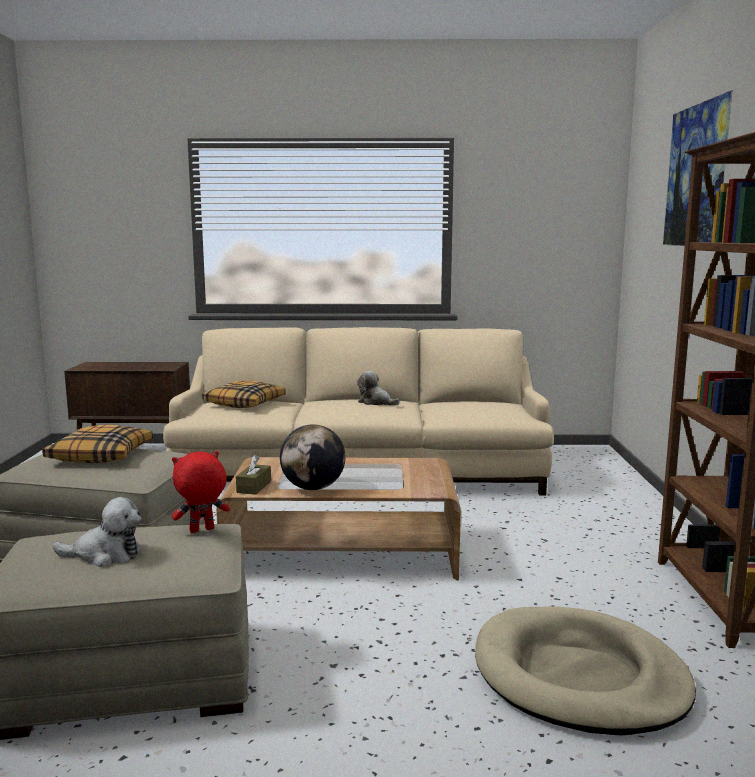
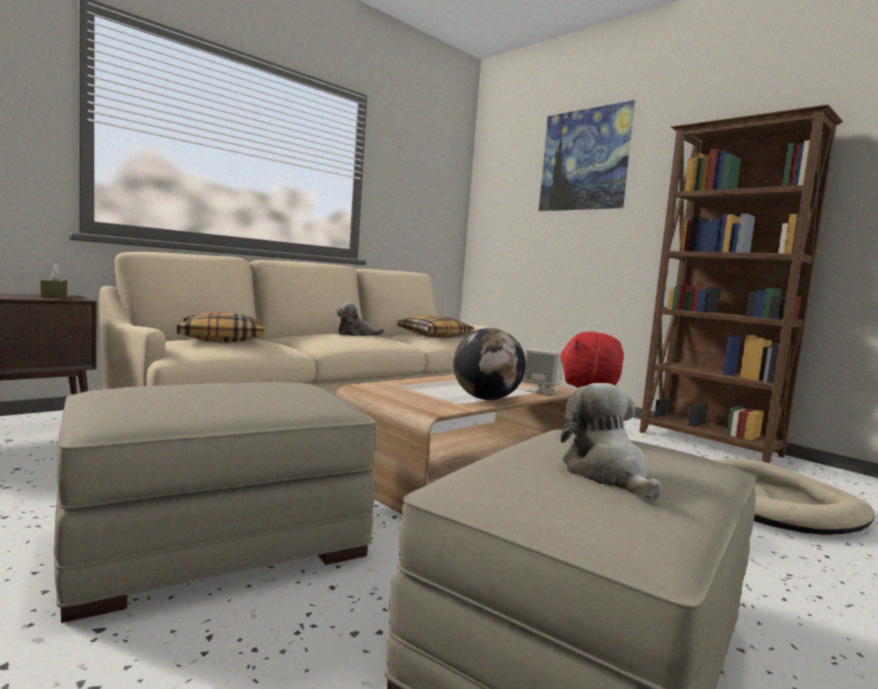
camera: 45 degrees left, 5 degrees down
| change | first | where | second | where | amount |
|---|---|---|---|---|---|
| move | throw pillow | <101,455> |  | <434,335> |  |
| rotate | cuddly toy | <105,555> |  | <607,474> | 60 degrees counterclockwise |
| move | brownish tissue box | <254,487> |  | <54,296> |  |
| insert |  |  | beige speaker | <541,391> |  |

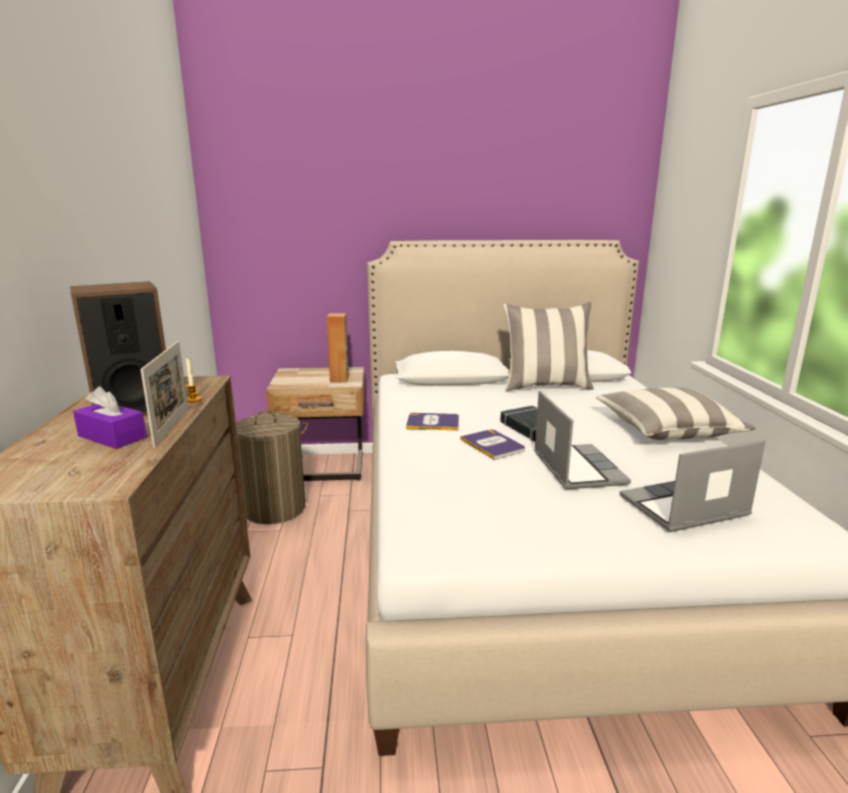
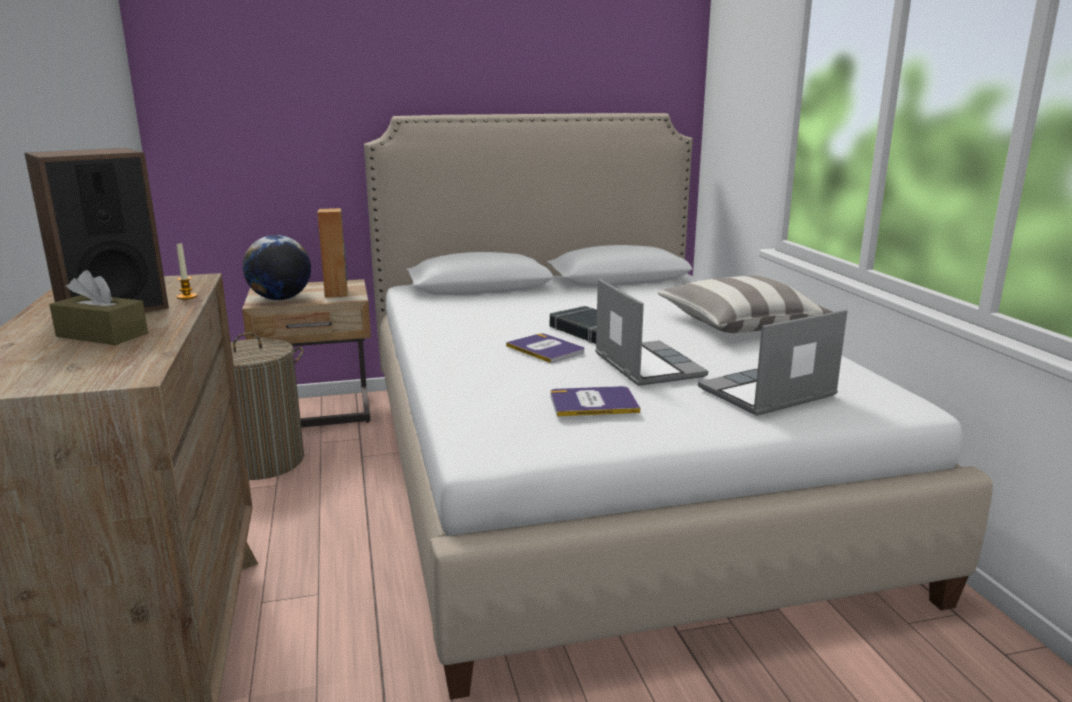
camera: 10 degrees left, 0 degrees up
| change | first | where | second | where | amount |
|---|---|---|---|---|---|
| recolor | purplish tissue box | <112,437> | brownish tissue box | <102,335> |  |
| delete | standing frame | <172,426> |  |  |  |
| move | bound book | <433,422> |  | <593,403> |  |
| delete | throw pillow | <545,386> |  |  |  |
| insert |  |  | globe | <280,299> |  |

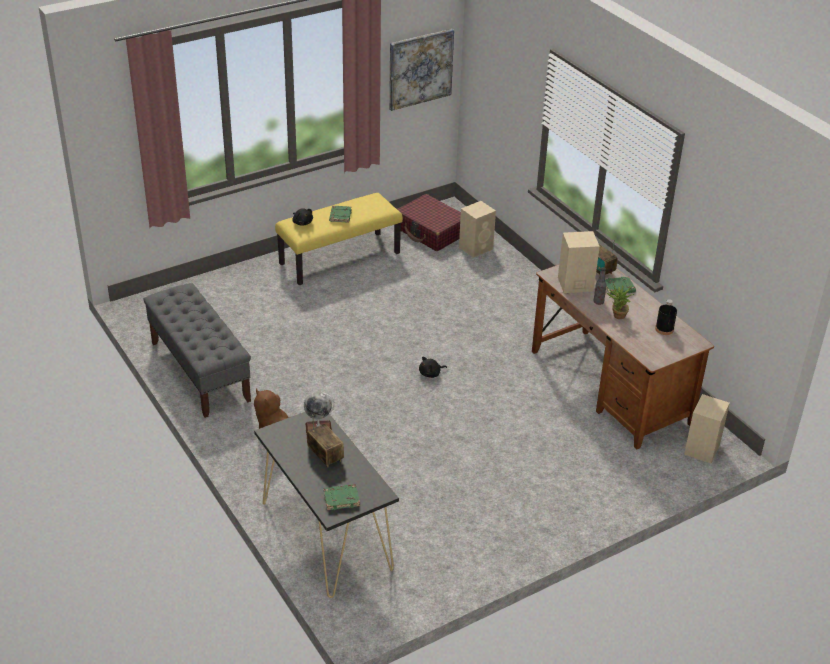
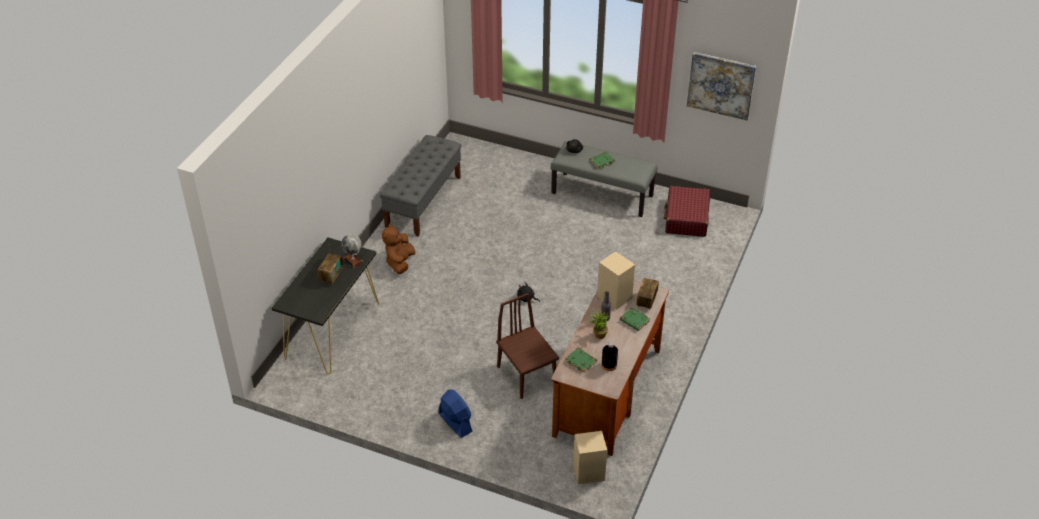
camera: 55 degrees right, 5 degrees up
| change | first | where | second | where | amount |
|---|---|---|---|---|---|
| recolor | yellow long seat | <340,258> | gray long seat | <602,194> |  |
| move | green-coloured bound book | <341,499> |  | <581,361> |  |
| delete | beige speaker | <476,248> |  |  |  |
| insert |  |  | blue cooling fan | <455,422> |  |
| insert |  |  | brownish chair | <527,375> |  |

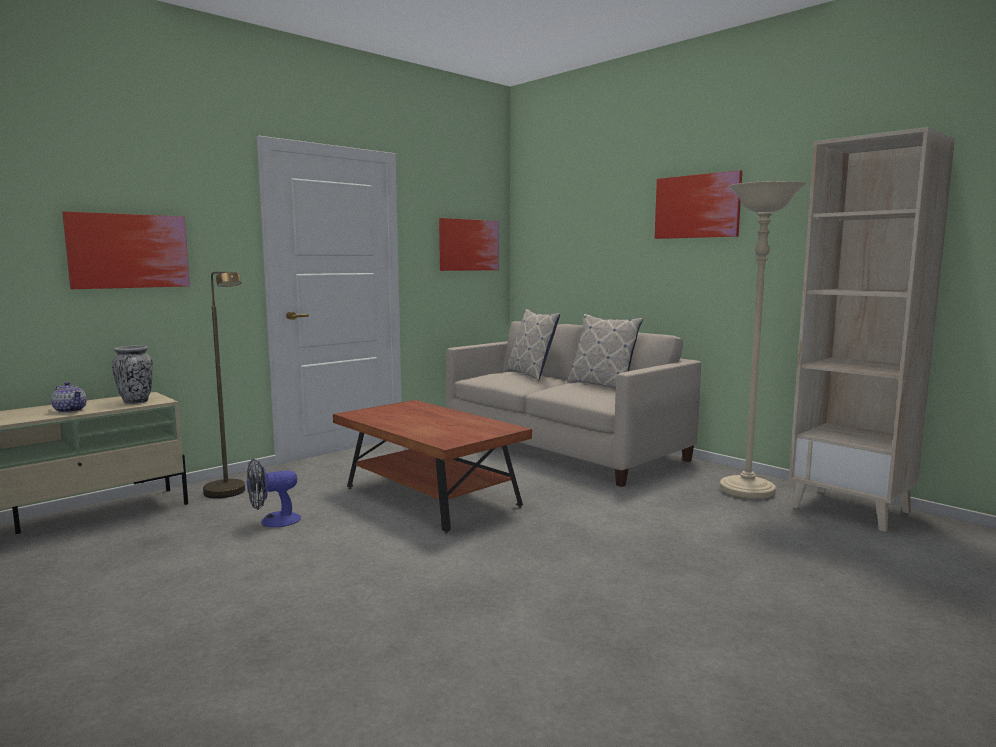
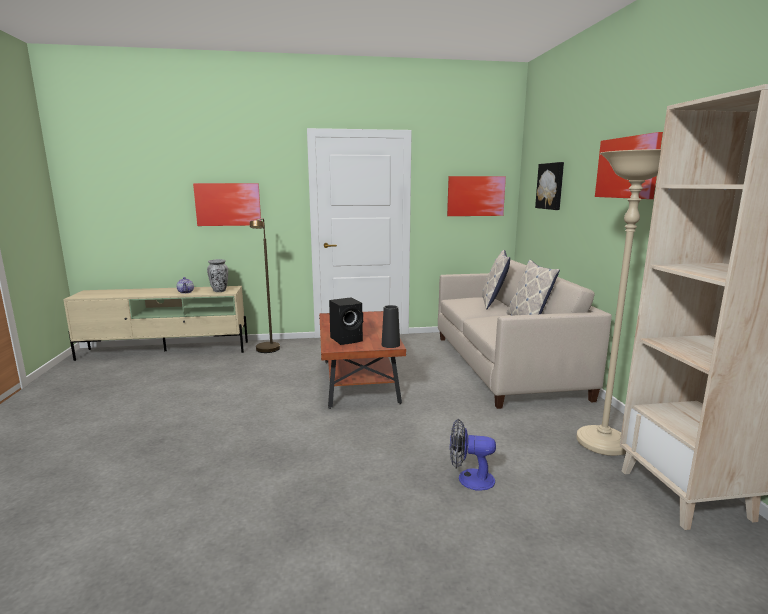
camera: 35 degrees right, 5 degrees up
| change | first | where | second | where | amount |
|---|---|---|---|---|---|
| move | cooling fan | <273,521> |  | <469,479> |  |
| insert |  |  | black speaker | <347,339> |  |
| insert |  |  | black flower vase | <390,345> |  |
| insert |  |  | picture | <551,186> |  |

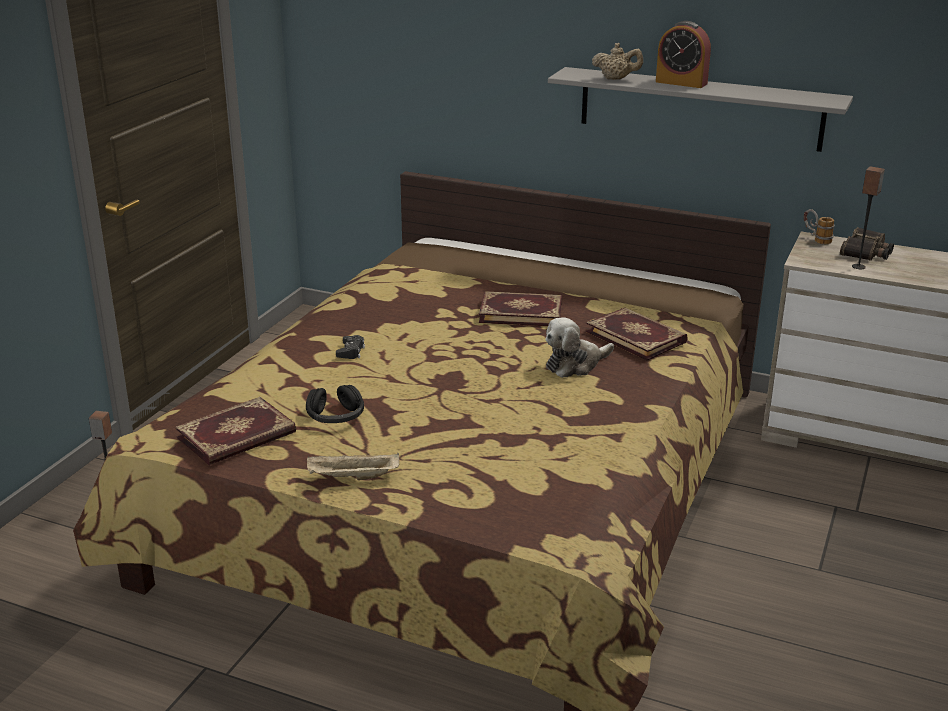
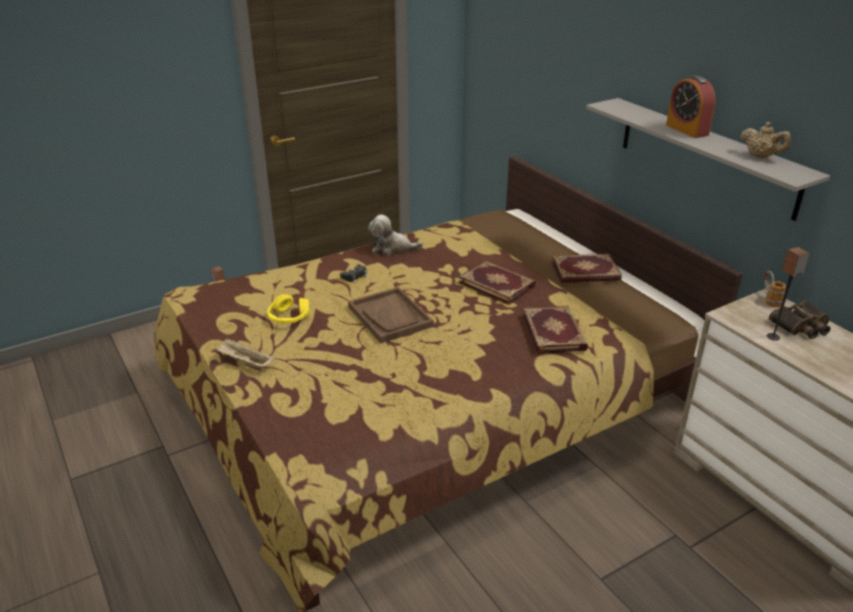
camera: 35 degrees right, 5 degrees up
| change | first | where | second | where | amount |
|---|---|---|---|---|---|
| move | bound book | <237,436> |  | <585,272> |  |
| recolor | black headset | <336,417> | yellow headset | <288,318> |  |
| move | cuddly toy | <575,364> |  | <392,248> |  |
| move | beige pot for tea | <616,79> |  | <761,156> |  |
| insert |  |  | brownish carrying tray | <390,317> |  |

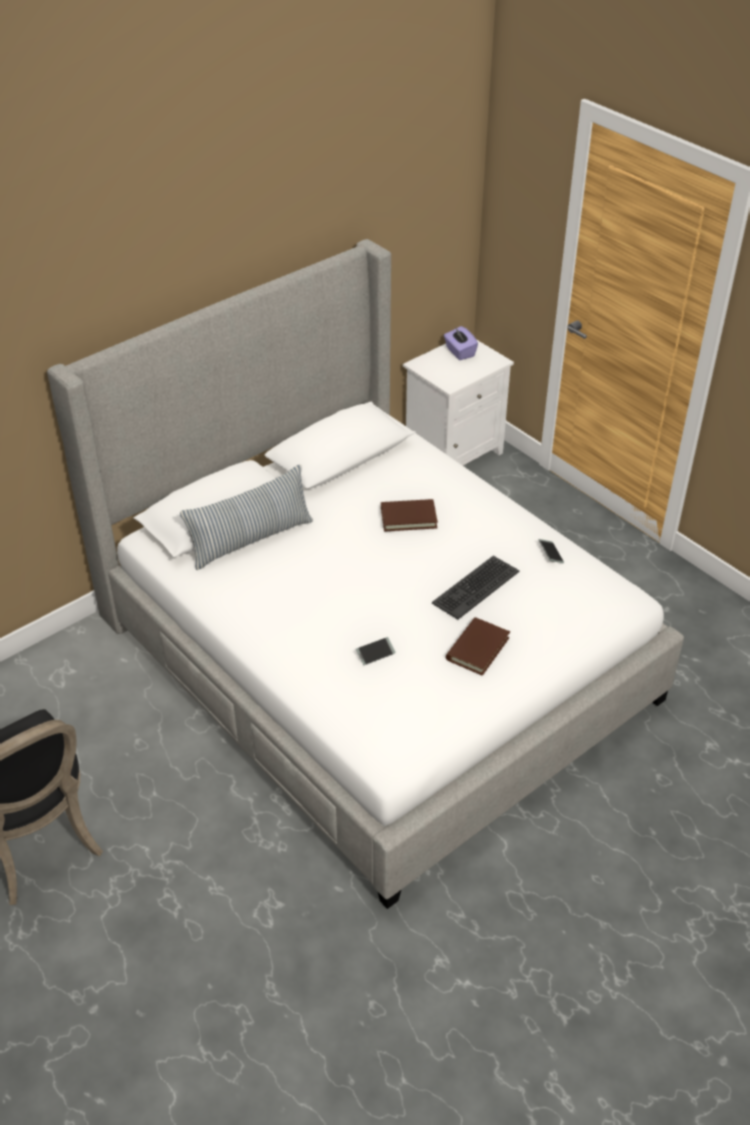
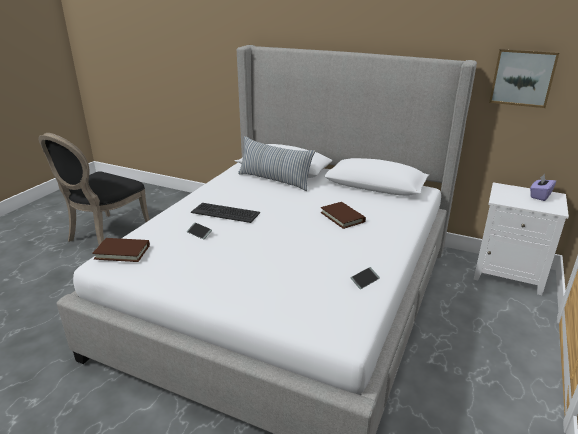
camera: 65 degrees right, 15 degrees down
| change | first | where | second | where | amount |
|---|---|---|---|---|---|
| move | computer keyboard | <475,587> |  | <225,213> |  |
| move | brownish bound book | <477,648> |  | <122,252> |  |
| insert |  |  | picture | <522,77> |  |

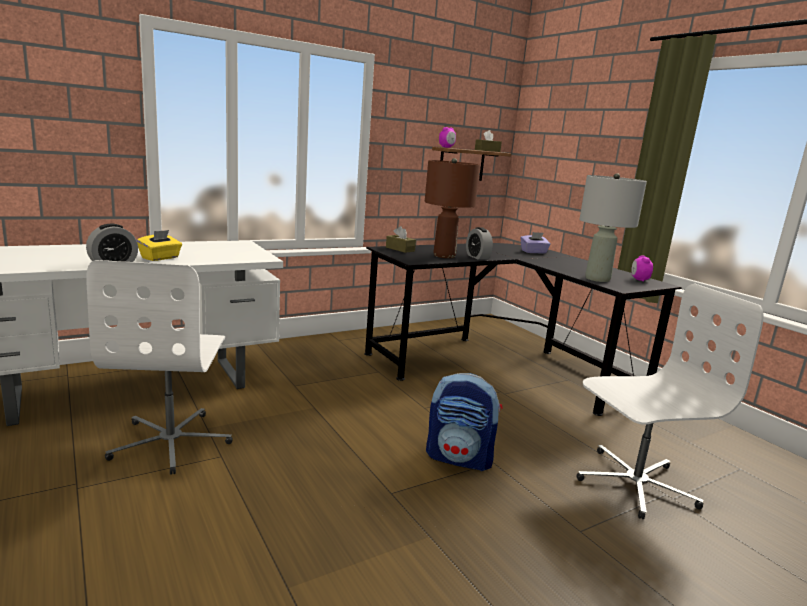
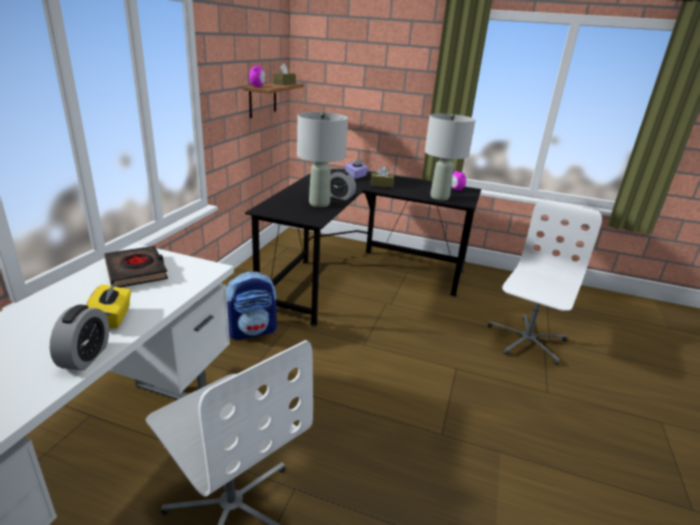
camera: 40 degrees left, 10 degrees up
| change | first | where | second | where | amount |
|---|---|---|---|---|---|
| move | brownish tissue box | <400,249> |  | <381,185> |  |
| recolor | brownish table lamp | <443,256> | gray table lamp | <319,204> |  |
| move | rucksack | <460,458> |  | <252,331> |  |
| insert |  |  | black bound book | <136,271> |  |

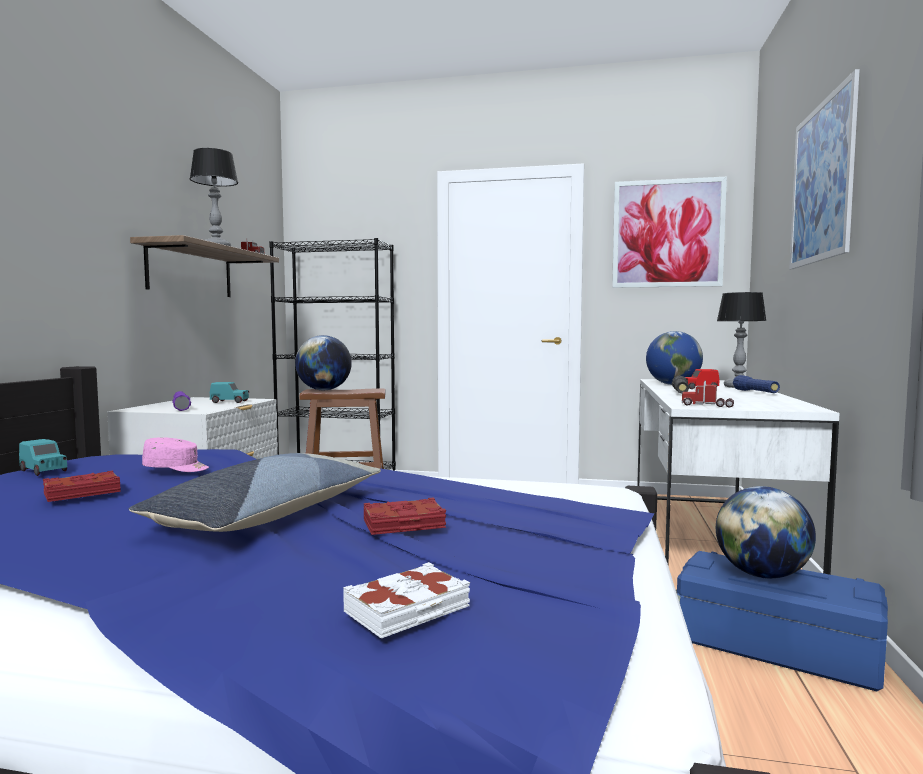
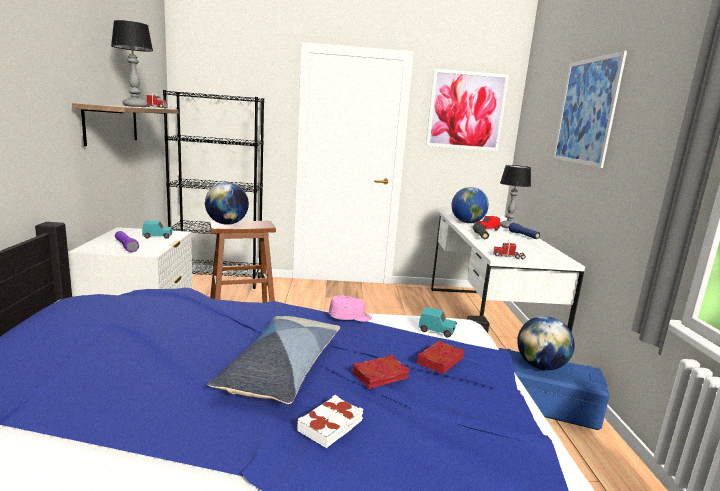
camera: 15 degrees left, 10 degrees up
| change | first | where | second | where | amount |
|---|---|---|---|---|---|
| move | blue-green miniature car | <43,471> |  | <436,331> |  |
| move | red bound book | <82,492> |  | <439,361> |  |
| move | pinkish peaked cap | <176,468> |  | <350,317> |  |
| move | whitish bound book | <408,610> |  | <331,426> |  |

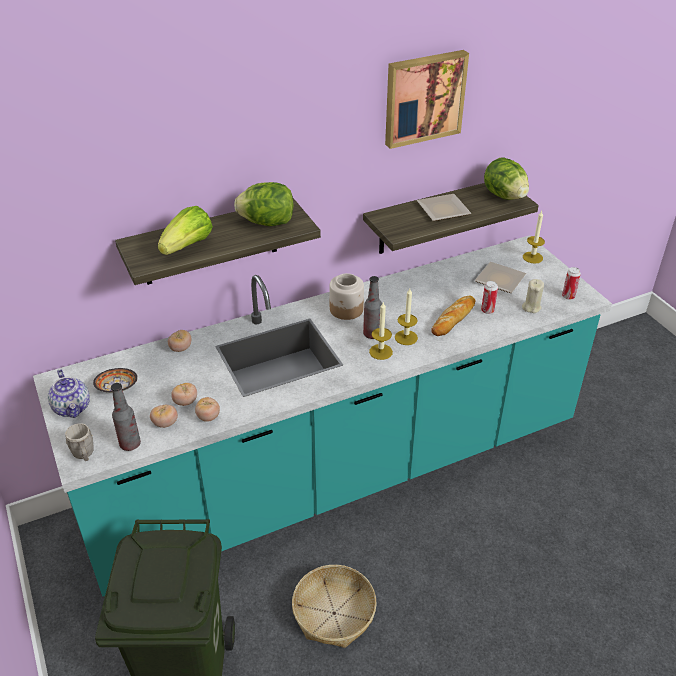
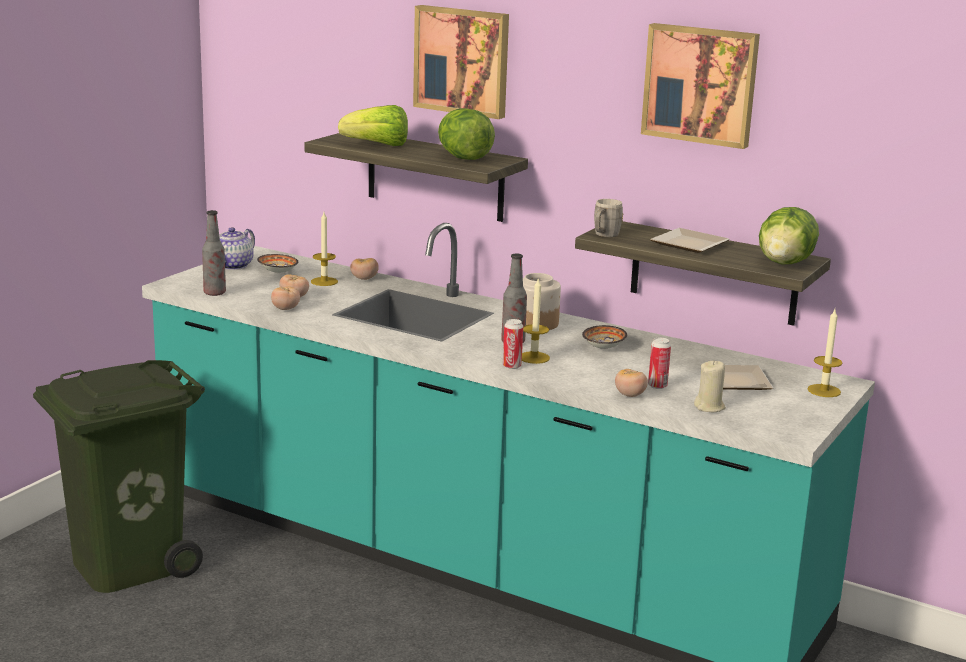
camera: 55 degrees right, 20 degrees down
| change | first | where | second | where | amount |
|---|---|---|---|---|---|
| move | gray coffee mug | <84,455> |  | <604,235> |  |
| move | tomato | <165,423> |  | <630,395> |  |
| delete | household basket | <334,613> |  |  |  |
| move | wax light | <380,352> |  | <324,281> |  |
| delete | bakery bread | <453,318> |  |  |  |
| move | sealed can | <568,296> |  | <512,366> |  |
| insert |  |  | picture | <463,60> |  |
| insert |  |  | deep dish | <602,348> |  |

